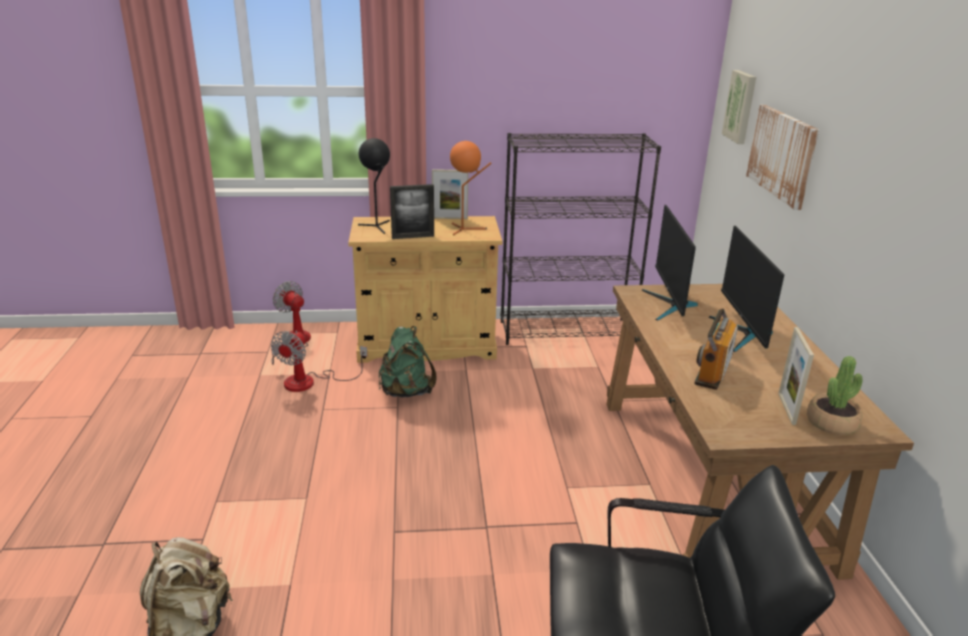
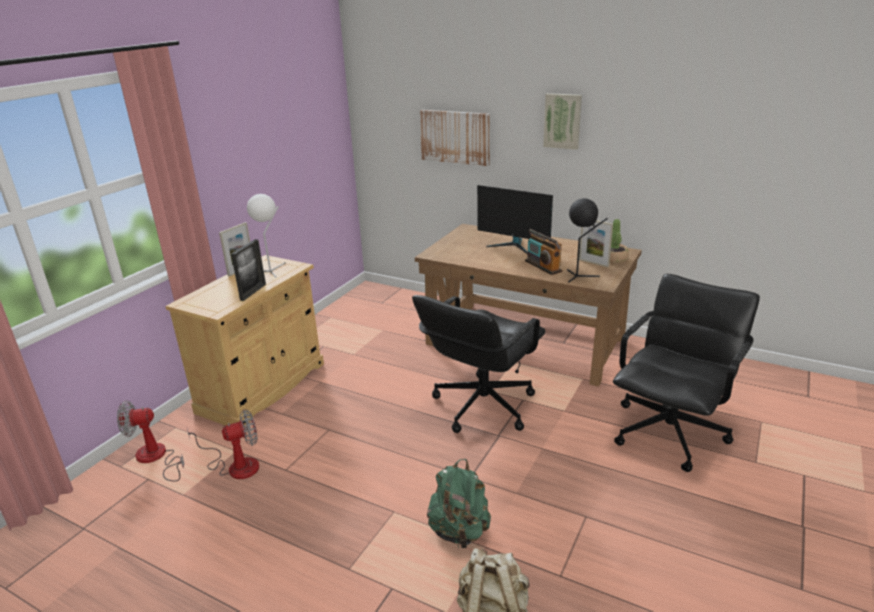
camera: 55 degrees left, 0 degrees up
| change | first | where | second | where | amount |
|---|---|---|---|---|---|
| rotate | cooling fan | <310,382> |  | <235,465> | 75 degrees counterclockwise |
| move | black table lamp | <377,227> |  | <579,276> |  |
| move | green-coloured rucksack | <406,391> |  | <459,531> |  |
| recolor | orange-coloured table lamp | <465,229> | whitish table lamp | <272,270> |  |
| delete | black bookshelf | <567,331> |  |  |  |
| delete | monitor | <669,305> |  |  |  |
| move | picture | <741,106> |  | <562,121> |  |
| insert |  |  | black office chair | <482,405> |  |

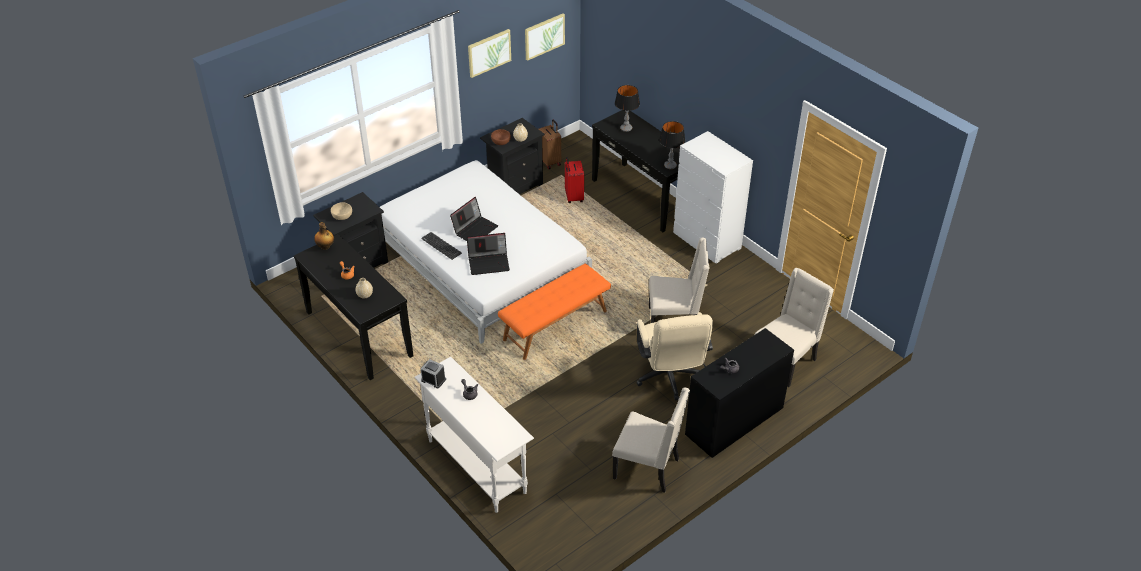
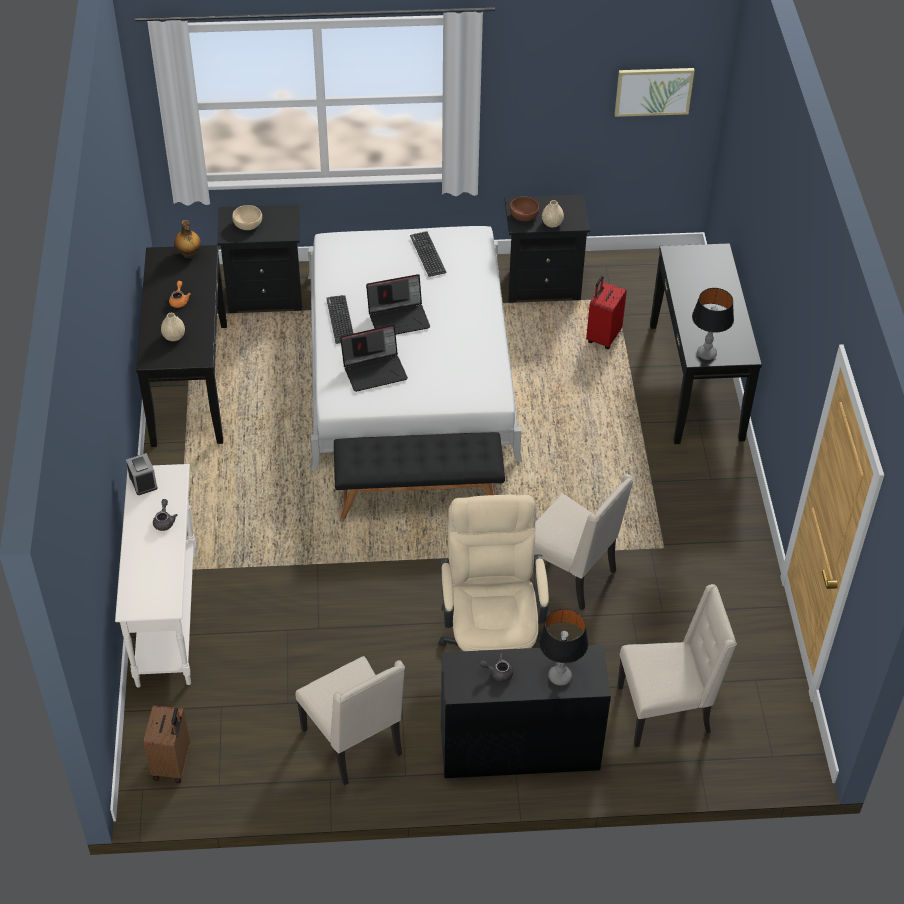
camera: 35 degrees right, 5 degrees up
| change | first | where | second | where | amount |
|---|---|---|---|---|---|
| rotate | laptop | <489,262> |  | <375,370> | 45 degrees counterclockwise |
| delete | picture | <489,52> |  |  |  |
| recolor | orange-coloured long seat | <555,325> | black long seat | <418,495> |  |
| move | brownish piece of luggage | <550,161> |  | <173,764> |  |
| move | table lamp | <626,128> |  | <559,677> |  |
| rotate | beige office chair | <669,379> |  | <491,644> | 150 degrees clockwise |
| delete | whitish dresser | <707,241> |  |  |  |
| insert |  |  | computer keyboard | <428,254> |  |

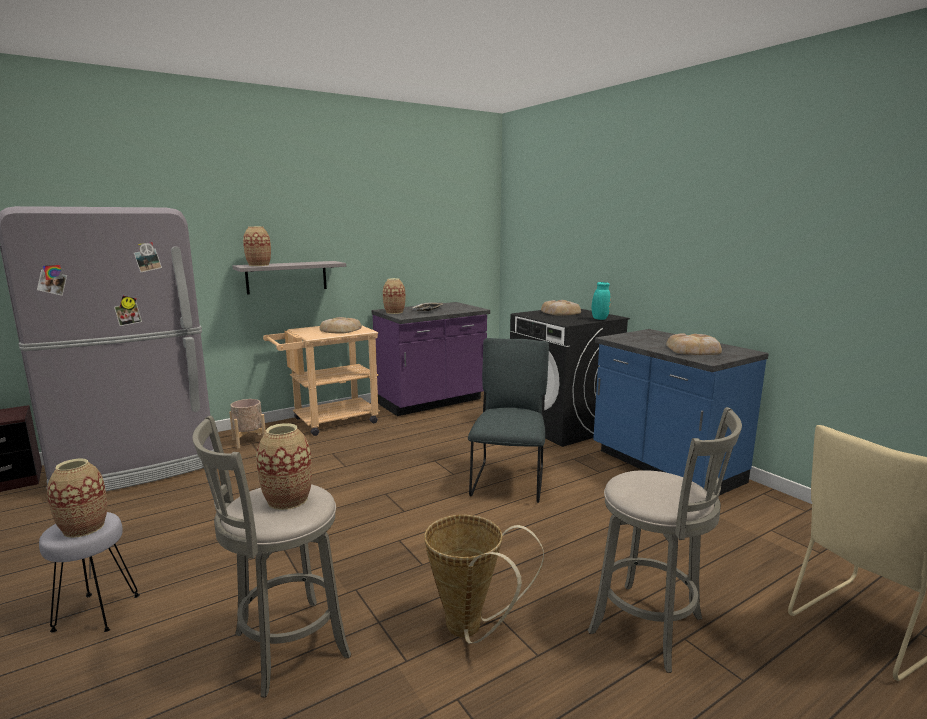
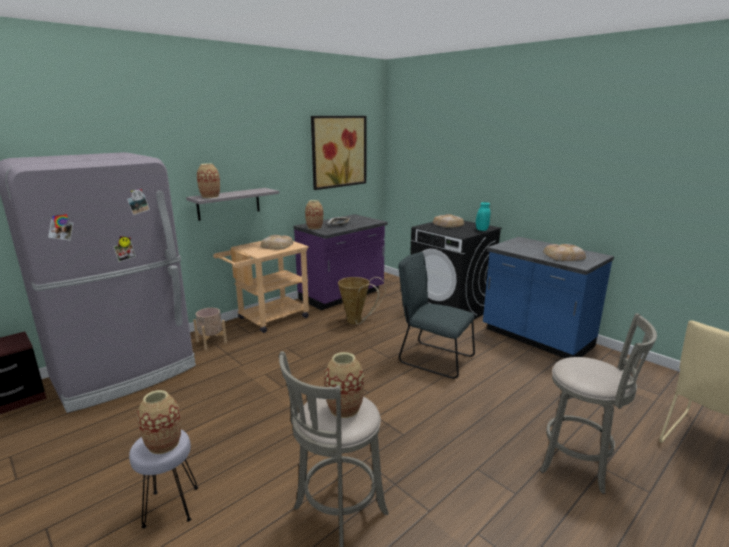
camera: 10 degrees left, 5 degrees up
| change | first | where | second | where | amount |
|---|---|---|---|---|---|
| move | household basket | <471,629> |  | <357,322> |  |
| rotate | gray chair | <509,480> |  | <433,359> | 60 degrees counterclockwise |
| insert |  |  | picture | <339,151> |  |

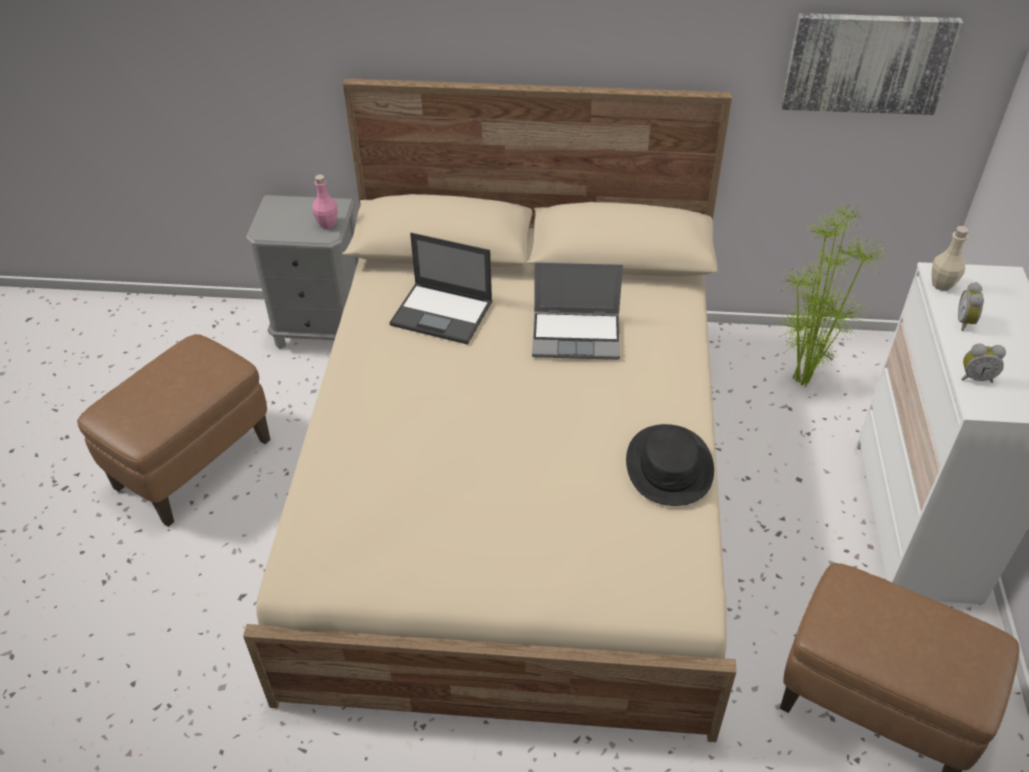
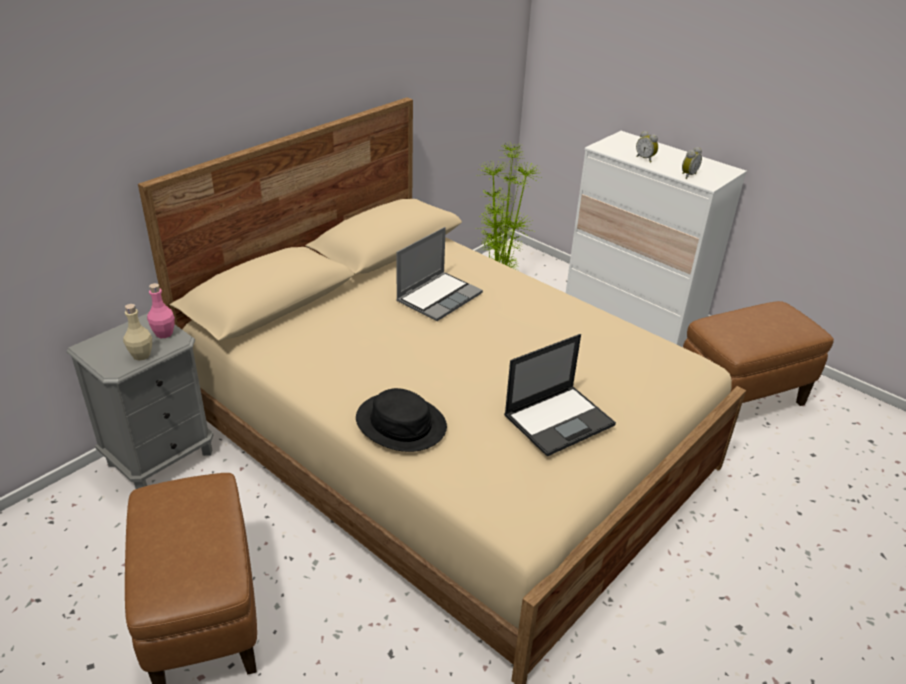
camera: 55 degrees left, 10 degrees down
| change | first | where | second | where | amount |
|---|---|---|---|---|---|
| move | laptop | <443,313> |  | <560,419> |  |
| move | black clothing hat | <669,466> |  | <401,423> |  |
| delete | picture | <867,63> |  |  |  |
| move | beige bottle | <941,284> |  | <141,355> |  |

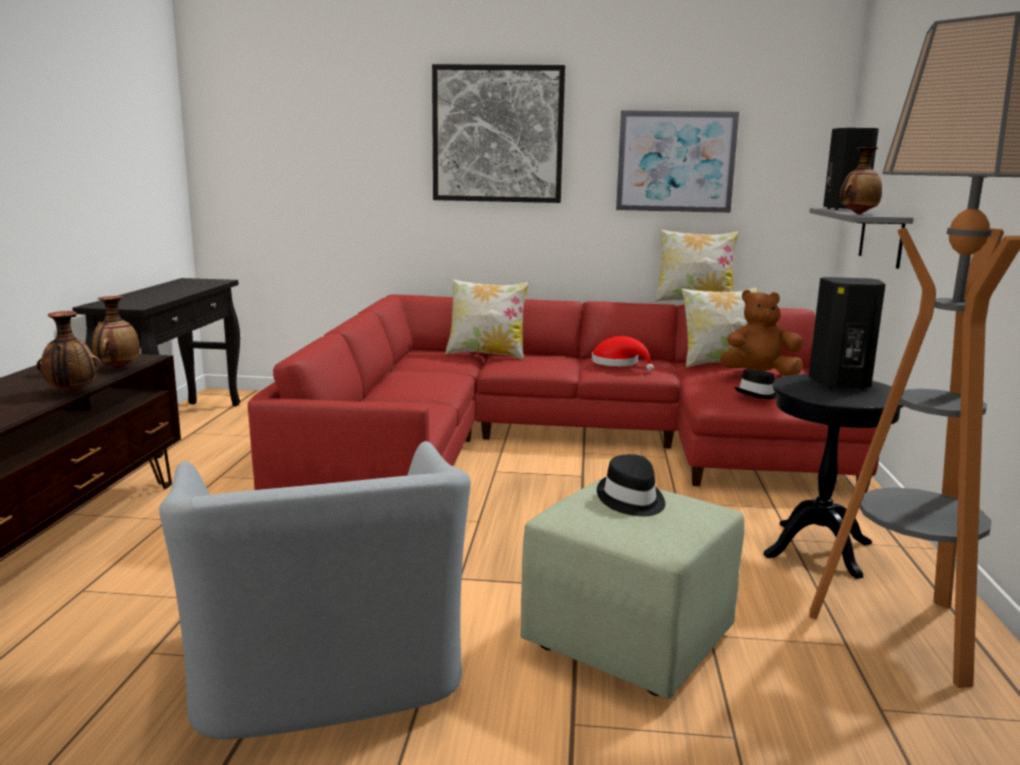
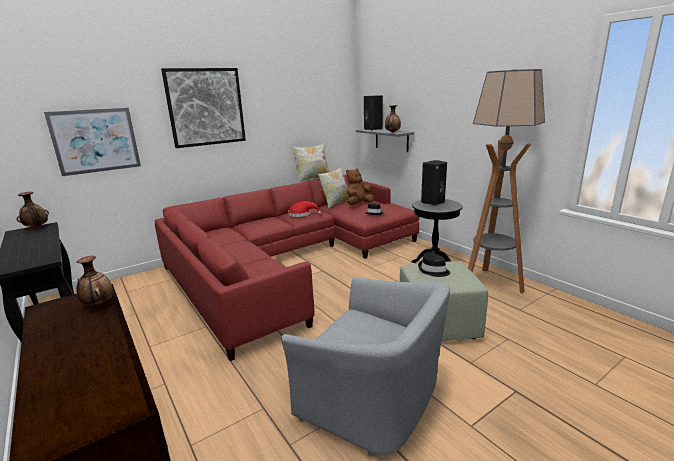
camera: 40 degrees left, 5 degrees up
| change | first | where | second | where | amount |
|---|---|---|---|---|---|
| move | flower vase | <72,391> |  | <37,227> |  |
| delete | throw pillow | <486,354> |  |  |  |
| move | picture | <675,162> |  | <95,141> |  |

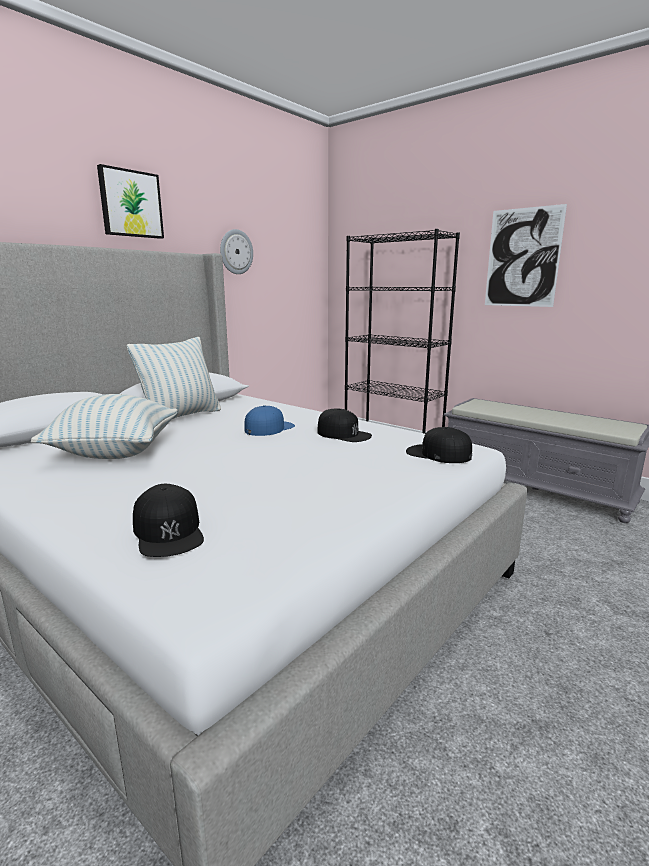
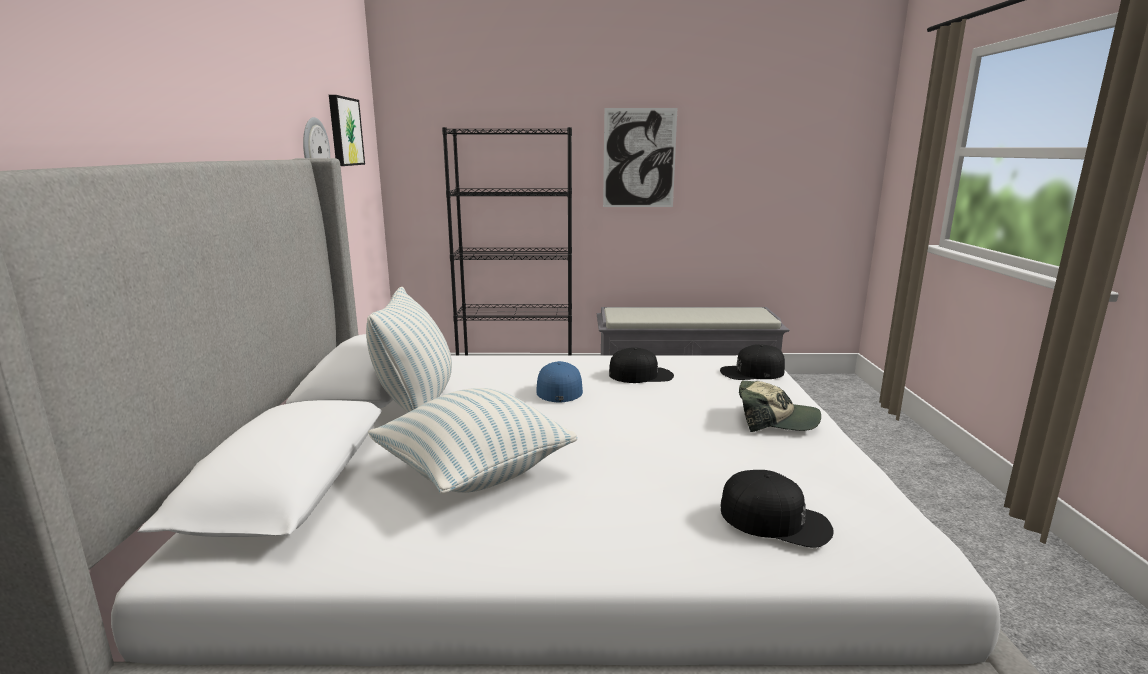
camera: 40 degrees left, 0 degrees up
| change | first | where | second | where | amount |
|---|---|---|---|---|---|
| move | picture | <130,204> |  | <344,131> |  |
| insert |  |  | peaked cap | <775,420> |  |

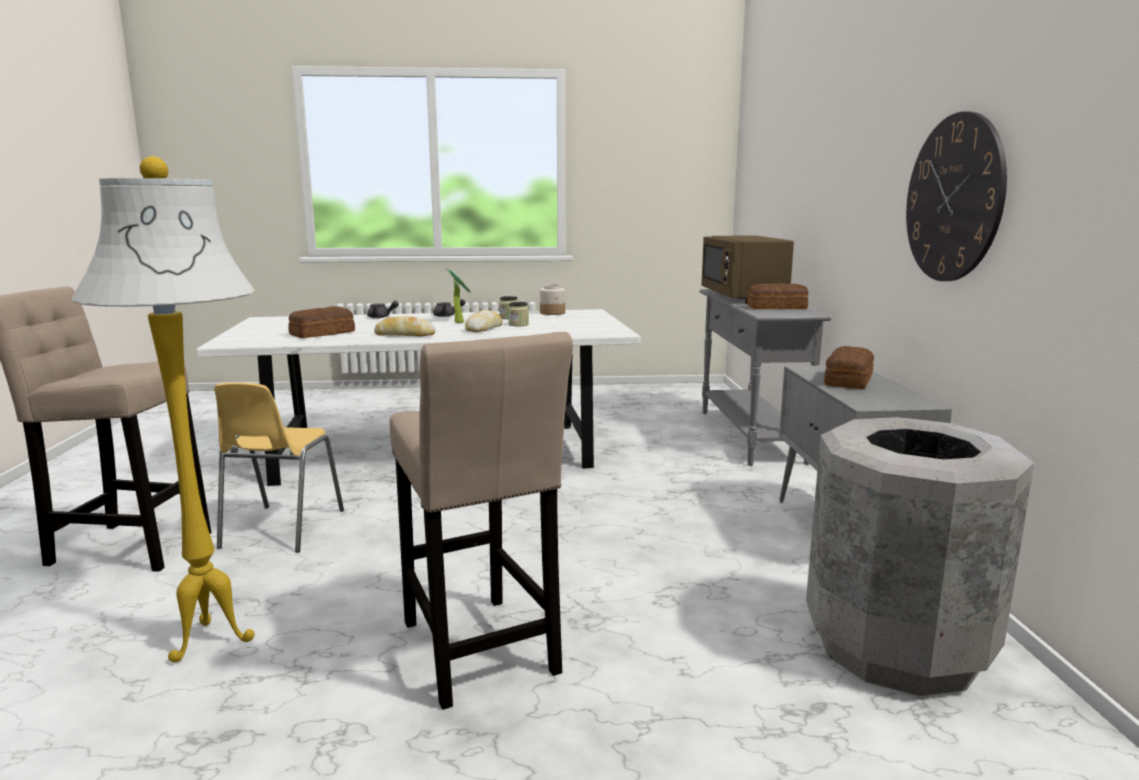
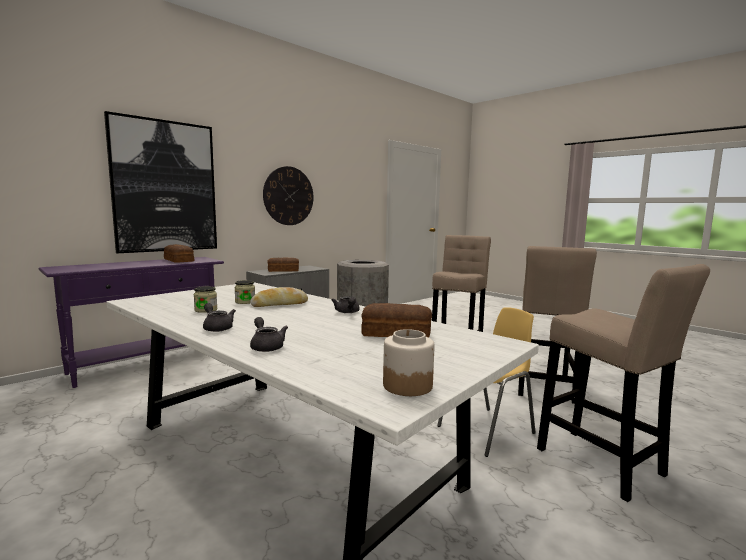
camera: 130 degrees left, 5 degrees down
| change | first | where | second | where | amount |
|---|---|---|---|---|---|
| replace | whitish standard lamp | <214,640> | beige sitting stool | <544,388> |  |
| replace | bakery bread | <404,335> | gray pot for tea | <347,312> |  |
| delete | potted plant | <460,322> |  |  |  |
| move | storage jar | <552,313> |  | <407,385> |  |
| recolor | gray narrow table | <749,436> | purplish narrow table | <146,364> |  |
| delete | brownish microwave oven | <743,297> |  |  |  |
| insert |  |  | picture | <165,187> |  |

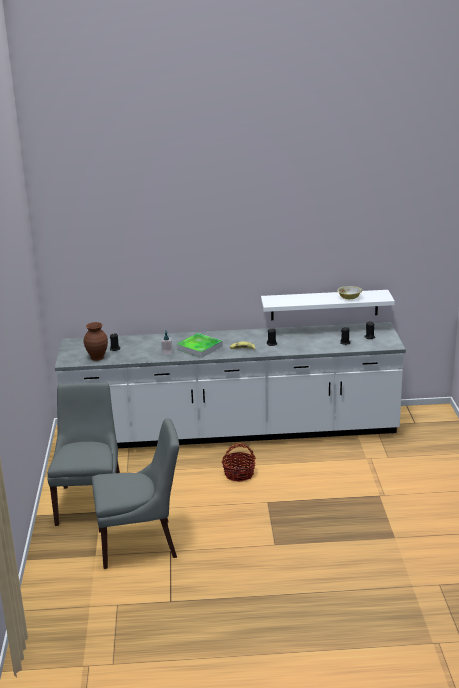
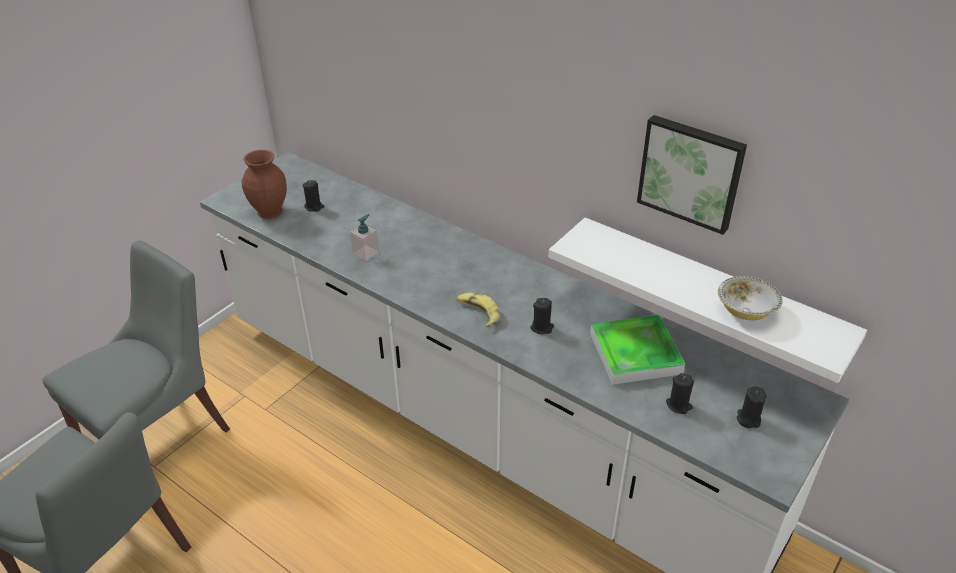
camera: 40 degrees right, 15 degrees up
| change | first | where | second | where | amount |
|---|---|---|---|---|---|
| move | carrying tray | <199,348> |  | <635,353> |  |
| delete | household basket | <239,474> |  |  |  |
| insert |  |  | picture | <691,172> |  |

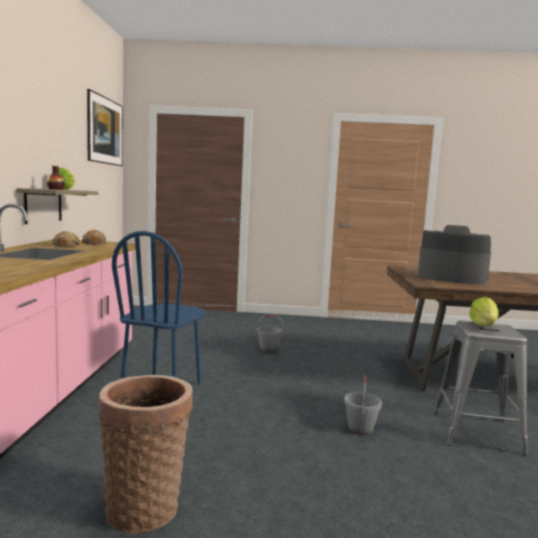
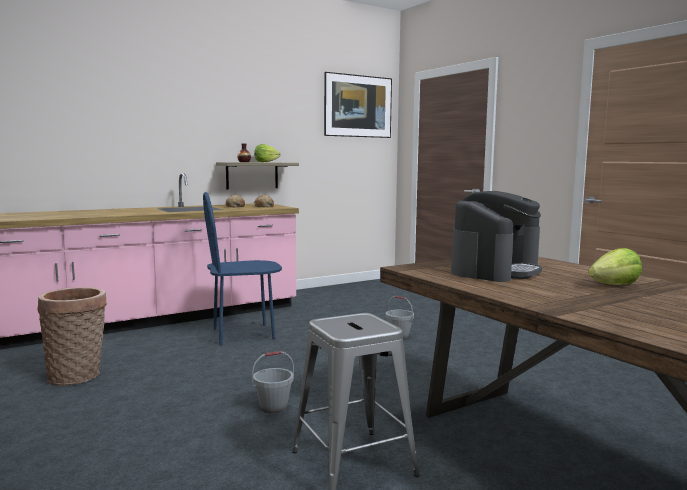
camera: 55 degrees right, 0 degrees up
| change | first | where | second | where | amount |
|---|---|---|---|---|---|
| rotate | coffee brewer | <451,278> |  | <495,270> | 45 degrees clockwise |
| move | lettuce | <483,326> |  | <614,285> |  |

